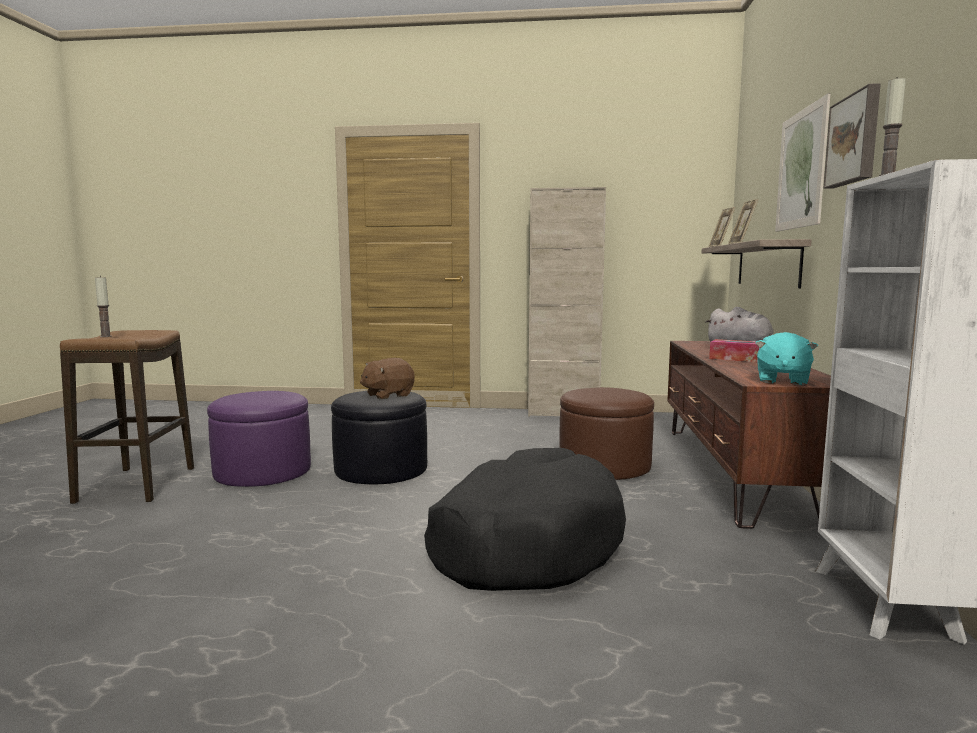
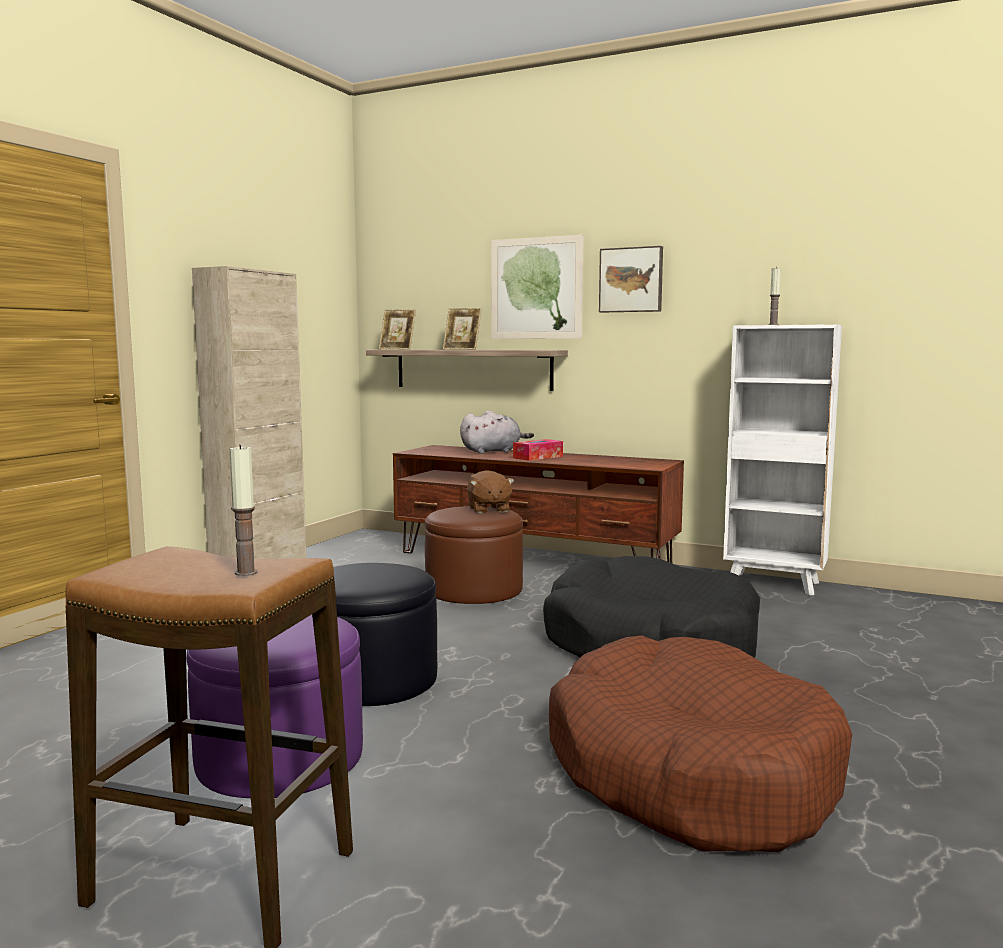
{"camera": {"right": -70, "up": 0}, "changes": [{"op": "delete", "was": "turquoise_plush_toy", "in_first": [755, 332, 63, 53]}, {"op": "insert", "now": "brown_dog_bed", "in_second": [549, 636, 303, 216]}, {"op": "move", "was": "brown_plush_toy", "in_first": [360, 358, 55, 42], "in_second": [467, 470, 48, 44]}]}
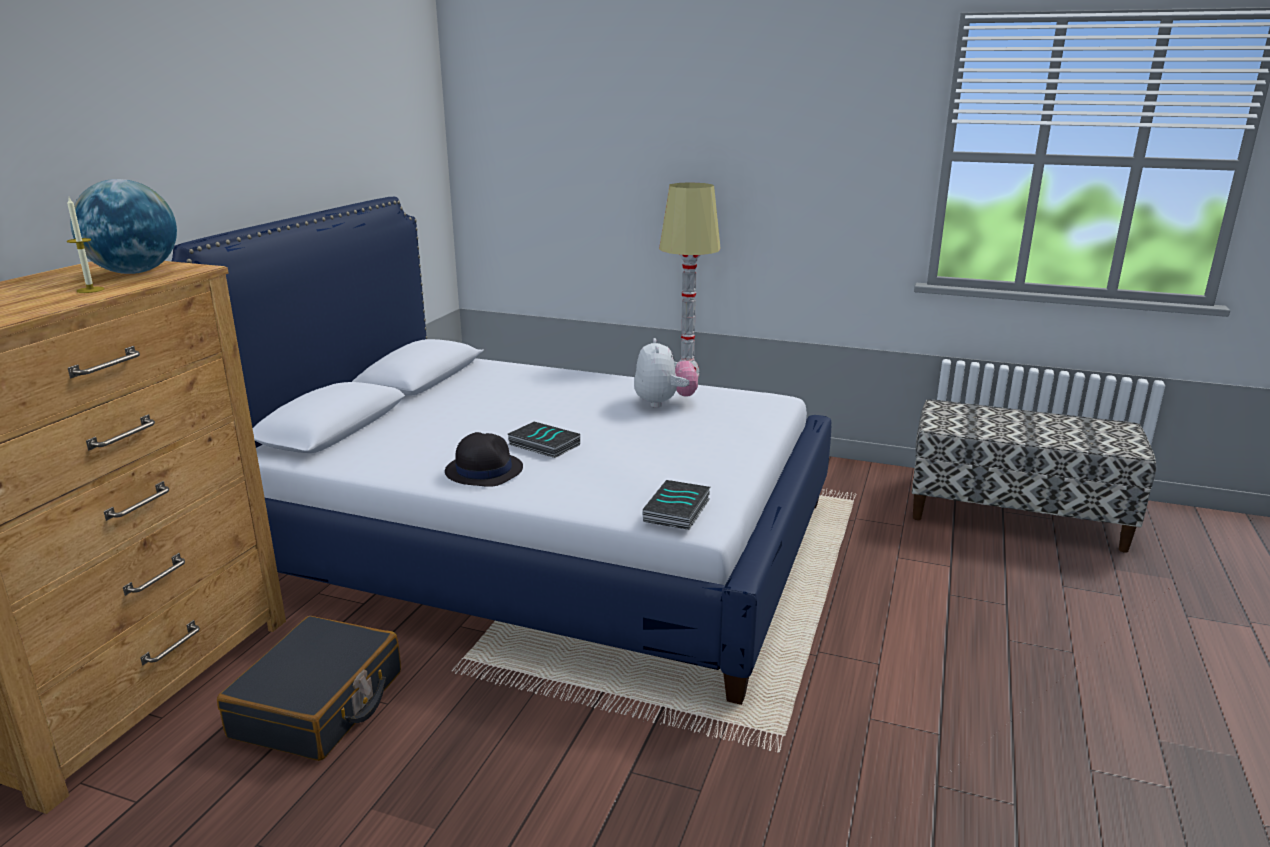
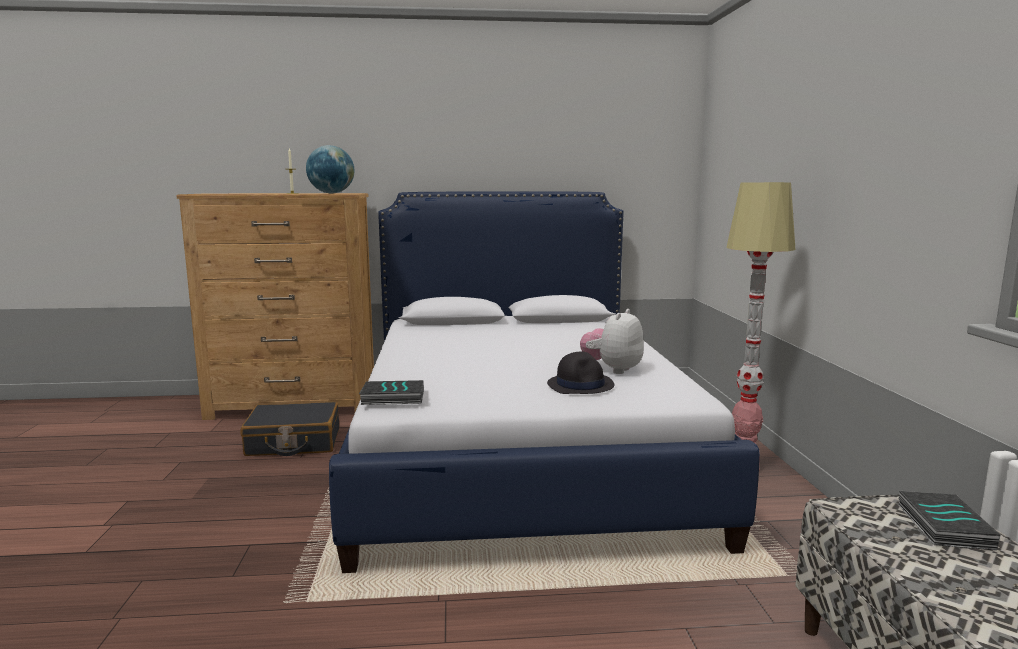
{"camera": {"right": 65, "up": -10}, "changes": [{"op": "move", "was": "black_hat", "in_first": [445, 432, 78, 55], "in_second": [547, 352, 67, 42]}, {"op": "move", "was": "book", "in_first": [508, 421, 72, 37], "in_second": [898, 491, 102, 59]}, {"op": "rotate", "was": "plush_toy", "in_first": [634, 338, 64, 70], "in_second": [580, 309, 64, 65], "clockwise": 150}]}
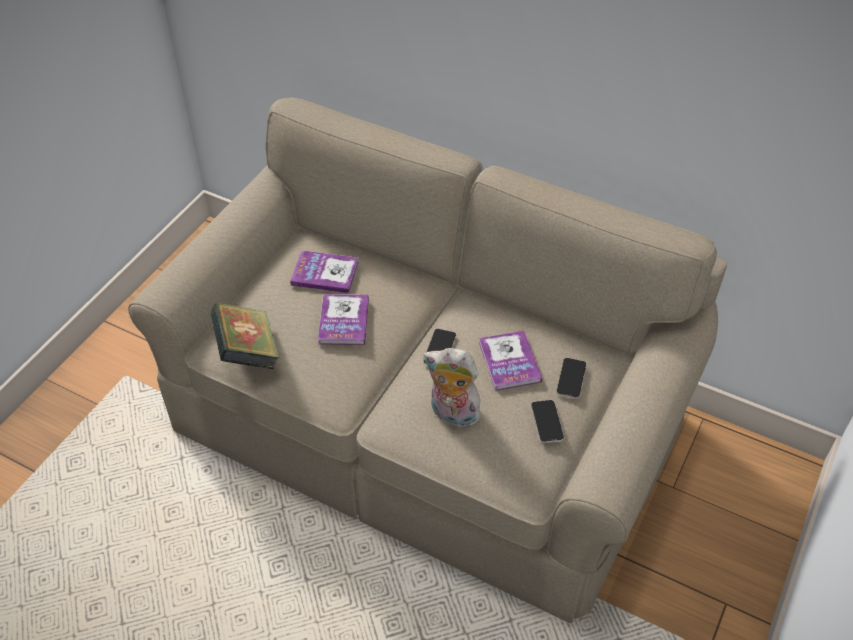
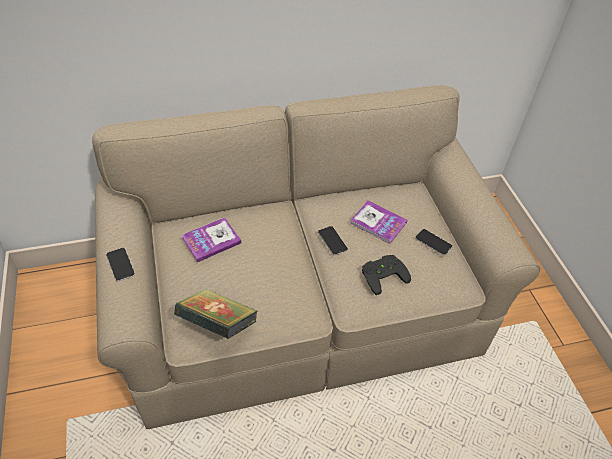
{"camera": {"right": -45, "up": 0}, "changes": [{"op": "delete", "was": "book", "in_first": [318, 294, 51, 51]}, {"op": "move", "was": "phone", "in_first": [556, 358, 31, 41], "in_second": [106, 248, 29, 34]}, {"op": "replace", "was": "plush_toy", "now": "black_game_controller", "in_first": [424, 348, 59, 80], "in_second": [362, 255, 49, 40]}]}
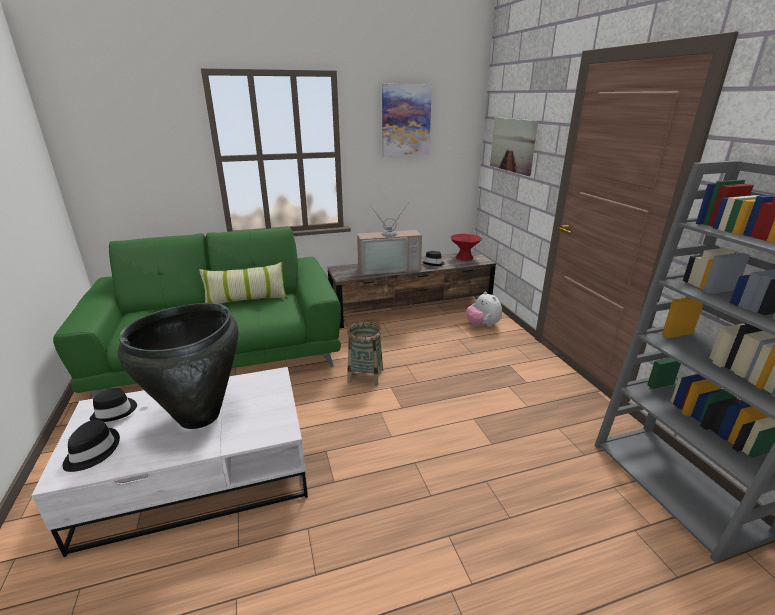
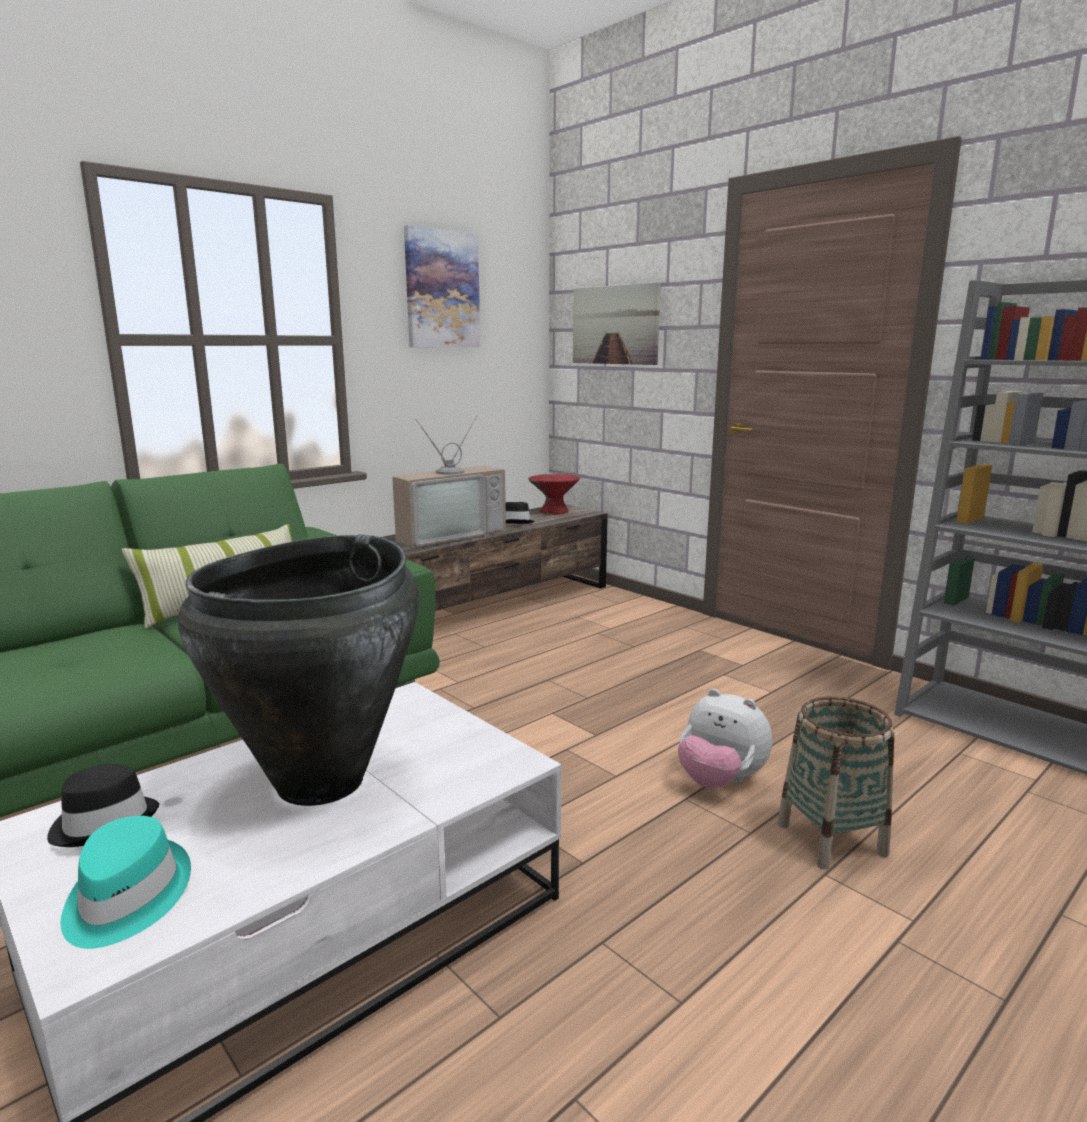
{"camera": {"right": -25, "up": -10}, "changes": [{"op": "move", "was": "basket", "in_first": [347, 321, 36, 65], "in_second": [777, 696, 117, 174]}, {"op": "move", "was": "plush_toy", "in_first": [466, 291, 36, 36], "in_second": [678, 689, 94, 99]}, {"op": "recolor", "was": "black_hat", "now": "turquoise_hat", "in_first": [62, 420, 58, 52], "in_second": [61, 816, 130, 133]}]}
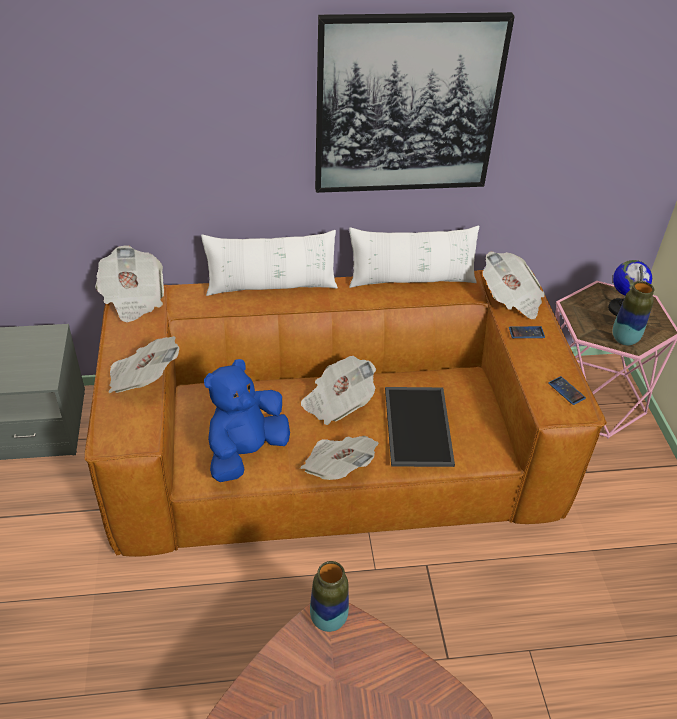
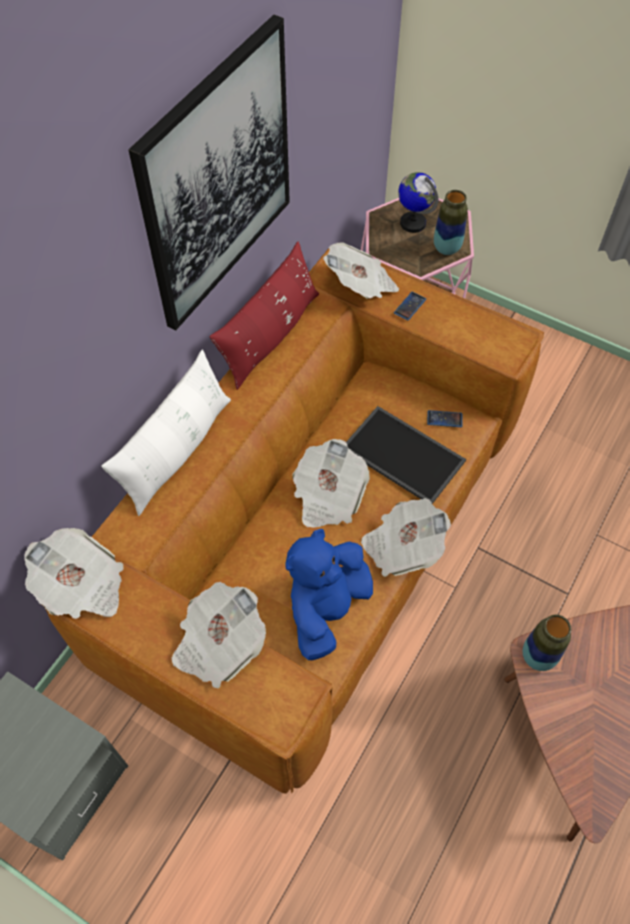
{"camera": {"right": -50, "up": 15}, "changes": [{"op": "move", "was": "phone", "in_first": [548, 376, 38, 29], "in_second": [427, 410, 35, 17]}, {"op": "recolor", "was": "white_pillow", "now": "red_pillow", "in_first": [349, 226, 130, 62], "in_second": [210, 242, 109, 148]}, {"op": "rotate", "was": "blue_plush_toy", "in_first": [204, 359, 86, 123], "in_second": [285, 529, 88, 131], "clockwise": 45}]}
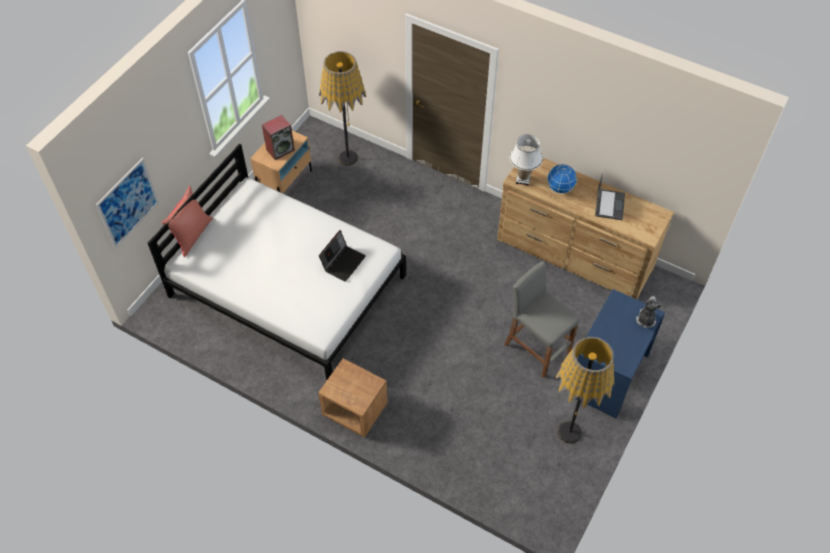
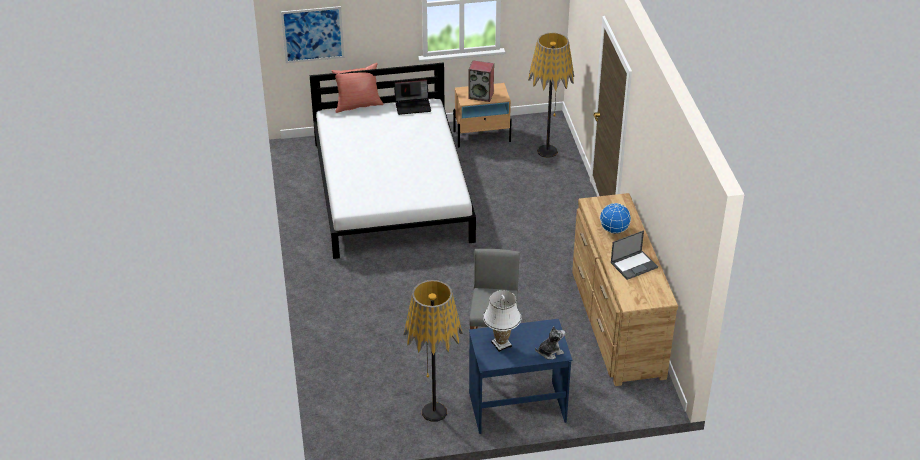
{"camera": {"right": 50, "up": -15}, "changes": [{"op": "delete", "was": "brown_nightstand", "in_first": [318, 358, 70, 80]}, {"op": "move", "was": "laptop", "in_first": [319, 230, 47, 52], "in_second": [394, 79, 37, 36]}, {"op": "move", "was": "white_table_lamp", "in_first": [510, 134, 33, 52], "in_second": [483, 290, 38, 62]}]}
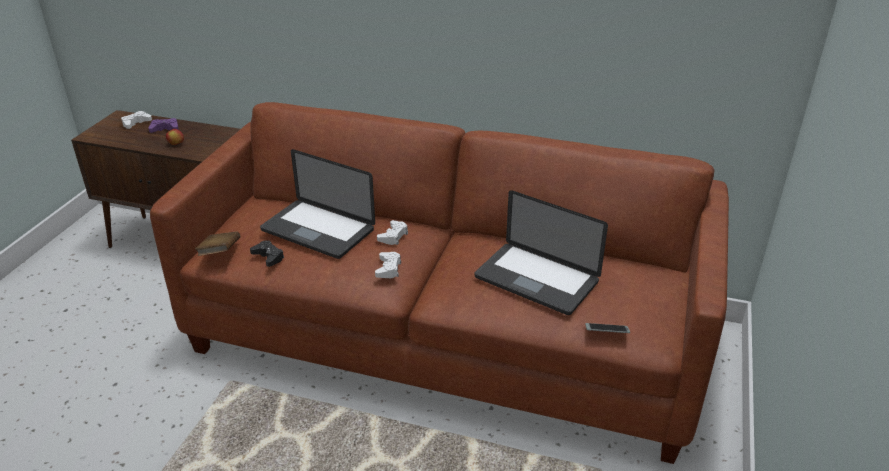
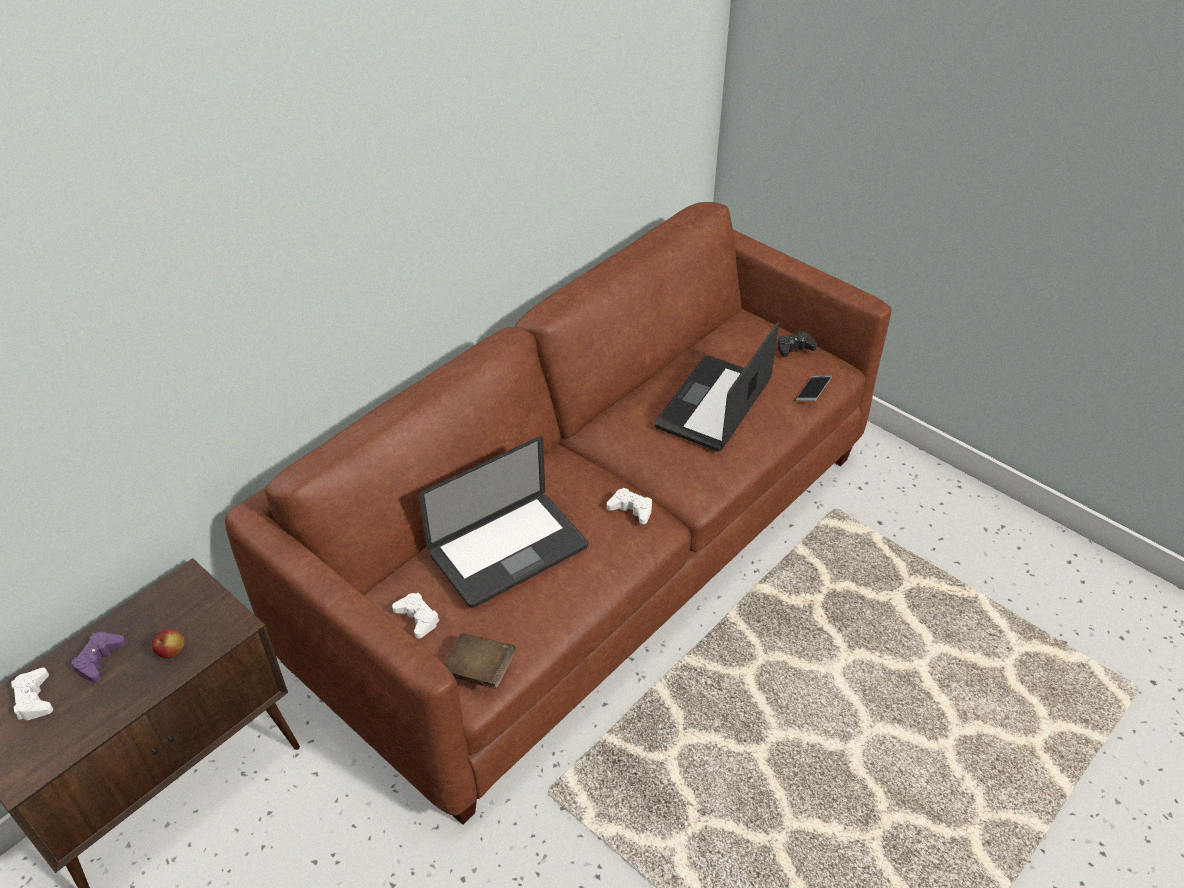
{"camera": {"right": -65, "up": 10}, "changes": [{"op": "move", "was": "black_game_controller", "in_first": [250, 240, 34, 27], "in_second": [778, 331, 39, 26]}, {"op": "move", "was": "white_game_controller", "in_first": [377, 220, 31, 25], "in_second": [392, 593, 48, 46]}, {"op": "rotate", "was": "laptop", "in_first": [475, 190, 133, 125], "in_second": [654, 321, 125, 131], "clockwise": 150}]}
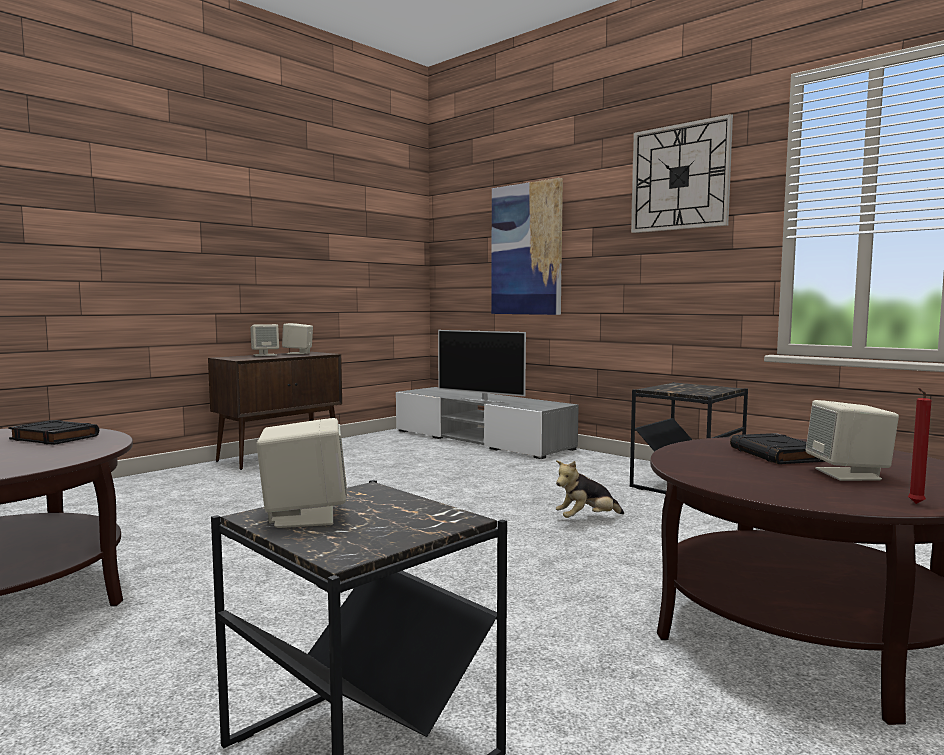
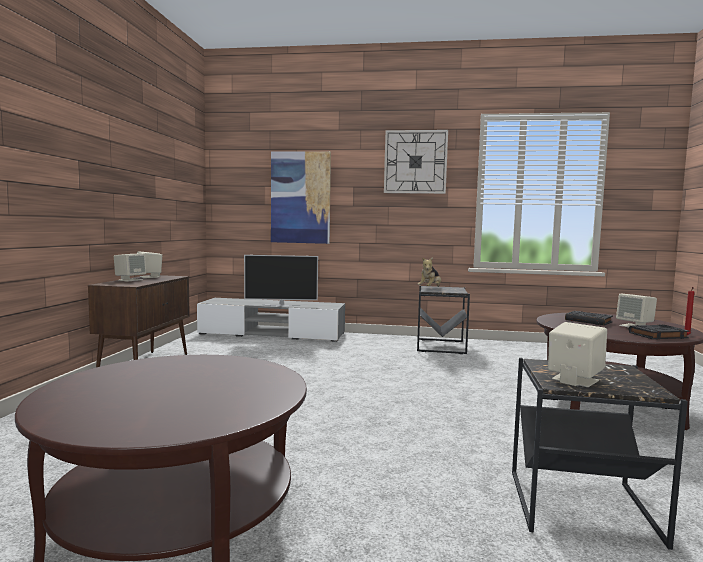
{"camera": {"right": -35, "up": 0}, "changes": [{"op": "move", "was": "black_book", "in_first": [8, 420, 91, 25], "in_second": [629, 325, 60, 15]}, {"op": "move", "was": "plush_toy", "in_first": [556, 460, 68, 58], "in_second": [418, 257, 23, 30]}]}
